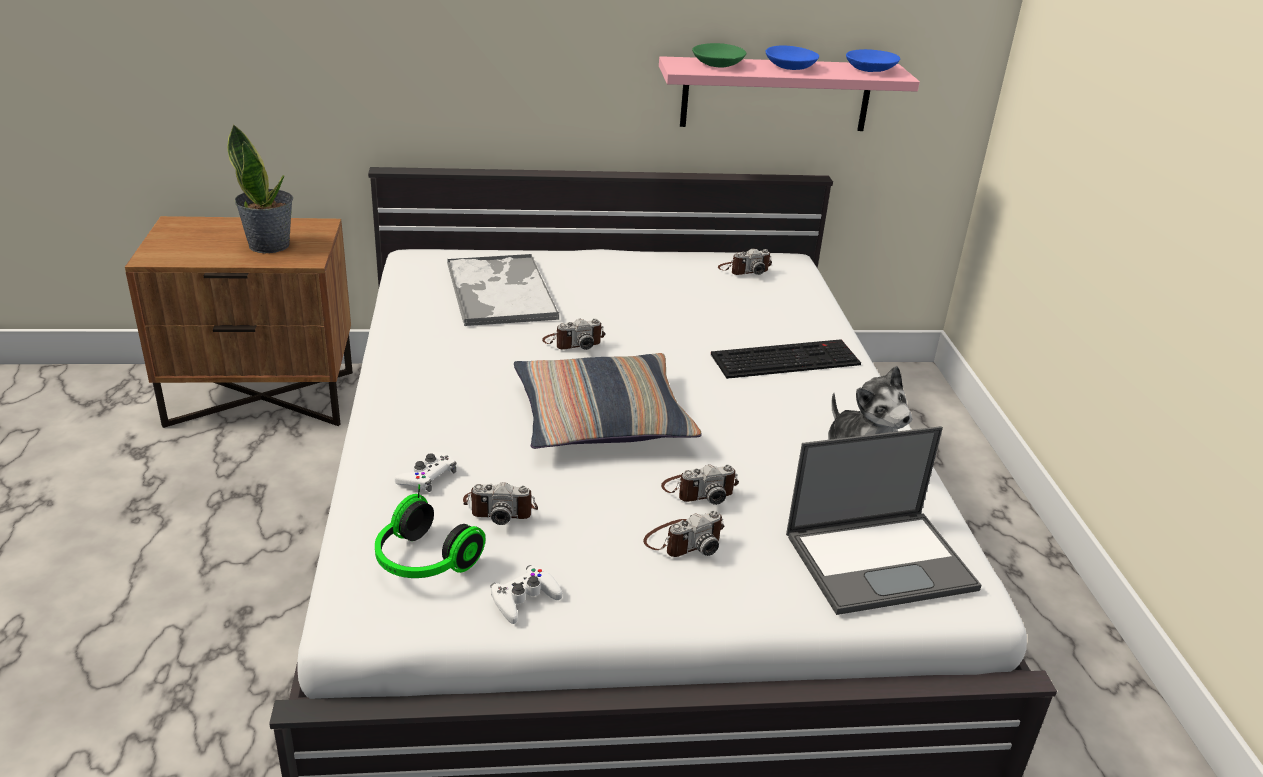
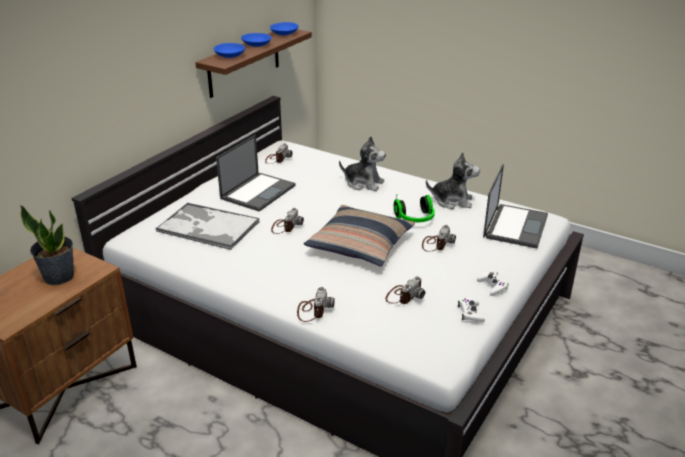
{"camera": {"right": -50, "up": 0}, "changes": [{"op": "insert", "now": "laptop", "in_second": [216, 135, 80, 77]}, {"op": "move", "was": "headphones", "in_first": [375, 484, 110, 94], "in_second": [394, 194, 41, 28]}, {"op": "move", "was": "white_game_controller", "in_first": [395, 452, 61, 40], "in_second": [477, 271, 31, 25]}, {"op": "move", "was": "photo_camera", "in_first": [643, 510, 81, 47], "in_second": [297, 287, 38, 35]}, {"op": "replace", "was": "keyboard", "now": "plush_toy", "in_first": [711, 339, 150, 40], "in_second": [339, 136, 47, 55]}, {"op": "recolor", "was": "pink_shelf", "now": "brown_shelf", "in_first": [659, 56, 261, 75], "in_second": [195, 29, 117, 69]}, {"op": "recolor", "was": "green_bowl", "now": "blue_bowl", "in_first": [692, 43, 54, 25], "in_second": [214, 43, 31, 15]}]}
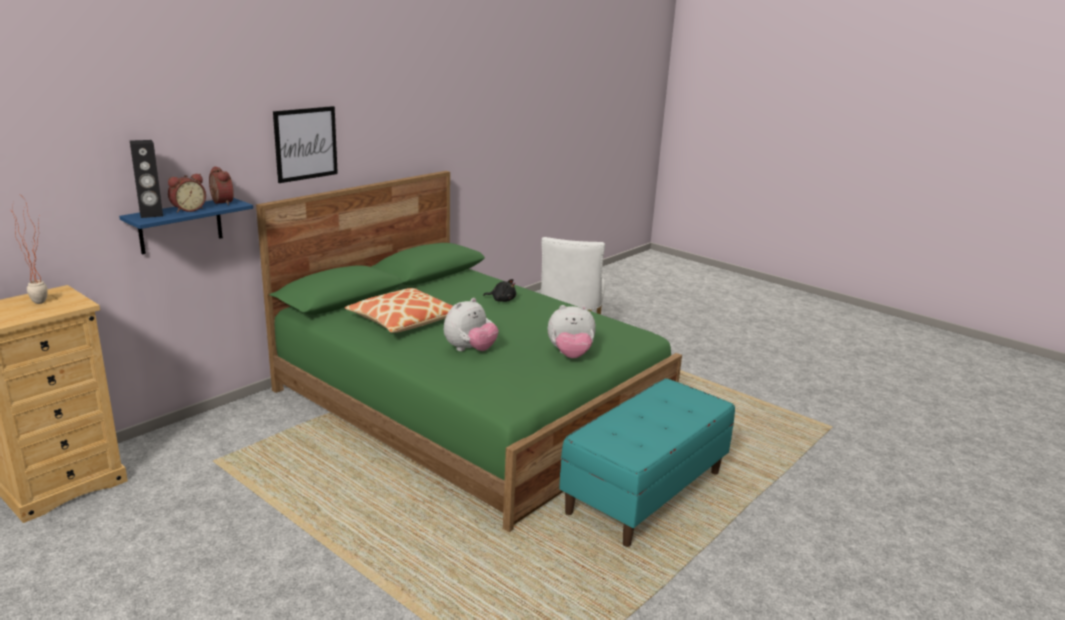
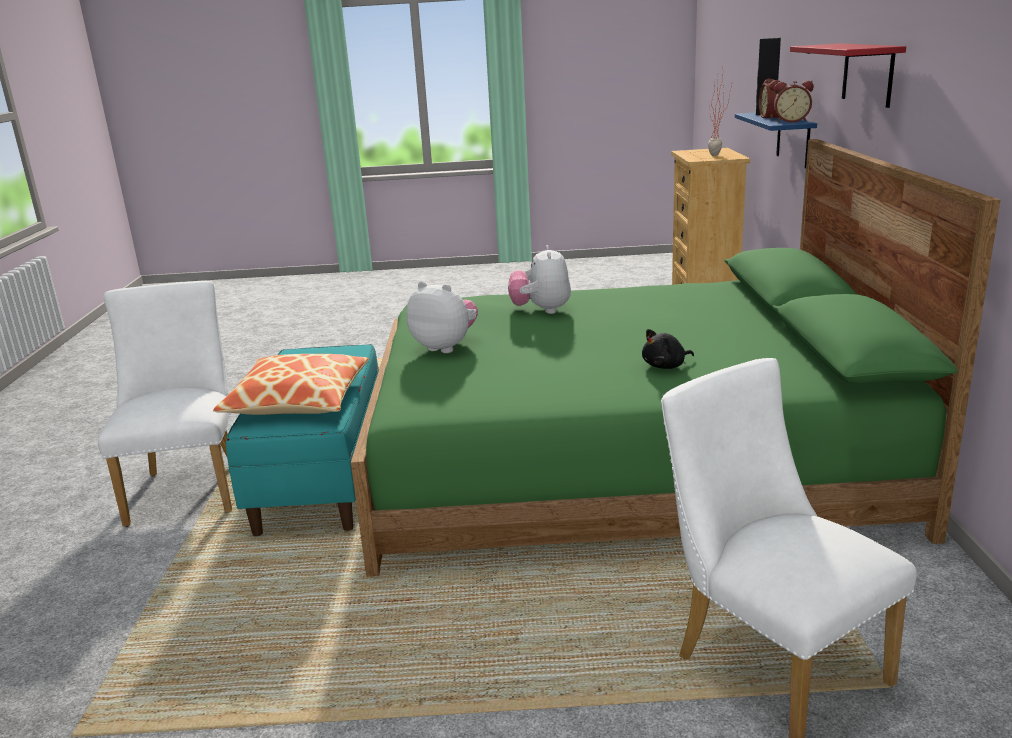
{"camera": {"right": 140, "up": 0}, "changes": [{"op": "insert", "now": "white_chair", "in_second": [98, 281, 134, 246]}, {"op": "move", "was": "pillow", "in_first": [345, 288, 108, 45], "in_second": [213, 354, 156, 61]}, {"op": "replace", "was": "picture", "now": "red_shelf", "in_first": [273, 106, 65, 77], "in_second": [790, 43, 116, 65]}, {"op": "rotate", "was": "plush_toy", "in_first": [548, 305, 48, 53], "in_second": [406, 281, 72, 72], "clockwise": 75}]}
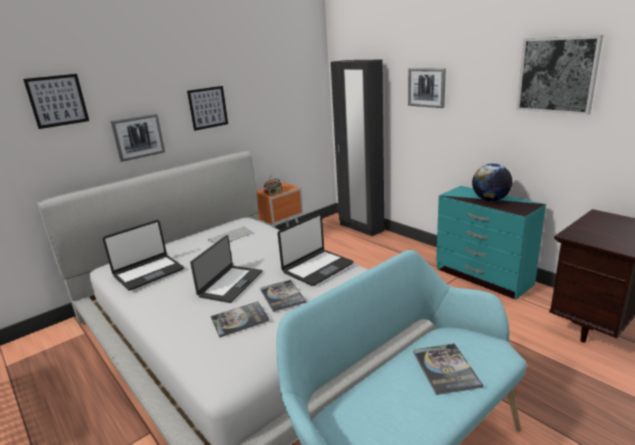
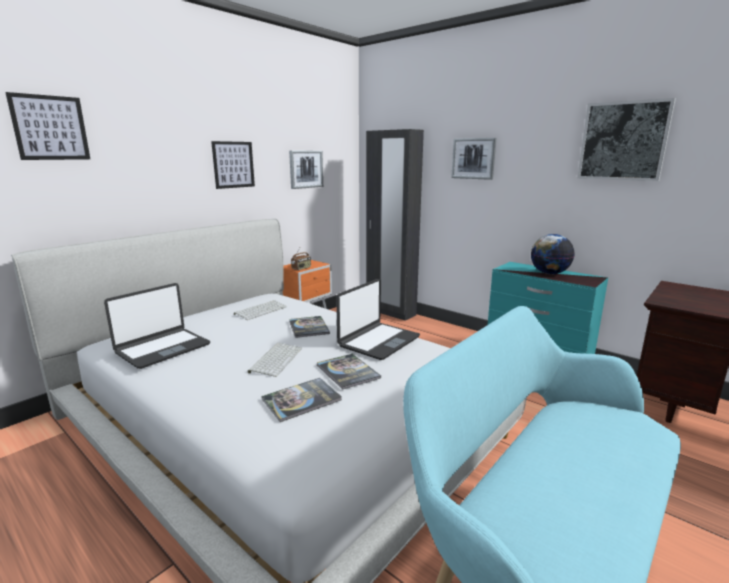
{"camera": {"right": -10, "up": -5}, "changes": [{"op": "move", "was": "picture", "in_first": [111, 114, 54, 48], "in_second": [289, 151, 34, 38]}, {"op": "move", "was": "book", "in_first": [413, 344, 70, 51], "in_second": [289, 316, 41, 22]}, {"op": "replace", "was": "laptop", "now": "keyboard", "in_first": [190, 235, 72, 68], "in_second": [247, 343, 55, 34]}]}
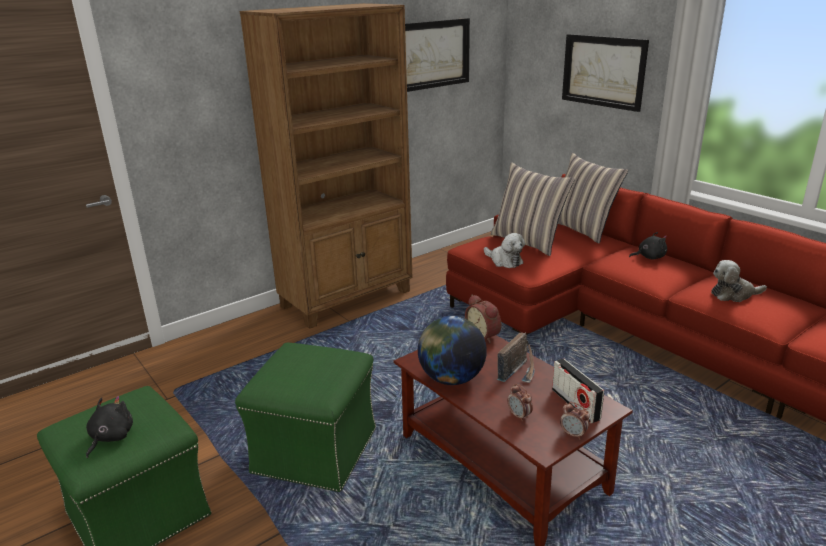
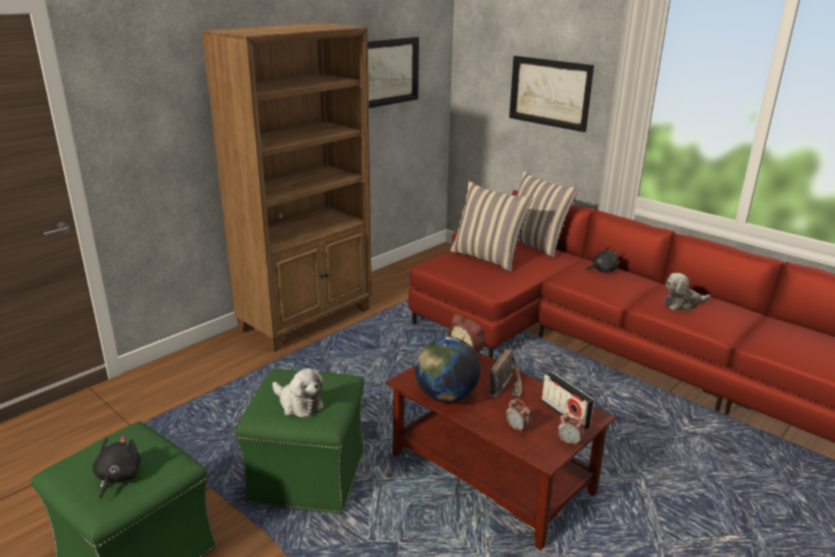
{"camera": {"right": -10, "up": 0}, "changes": [{"op": "move", "was": "plush_toy", "in_first": [484, 233, 41, 35], "in_second": [272, 368, 52, 49]}]}
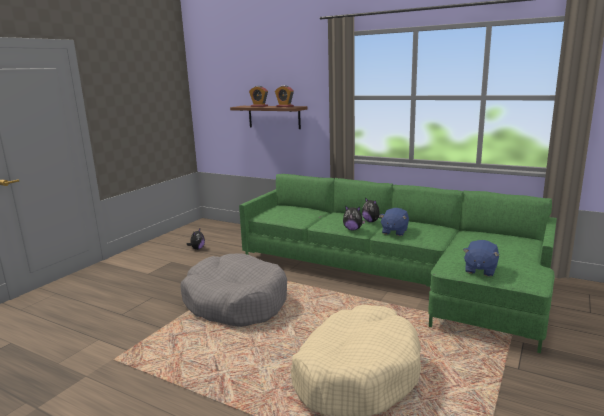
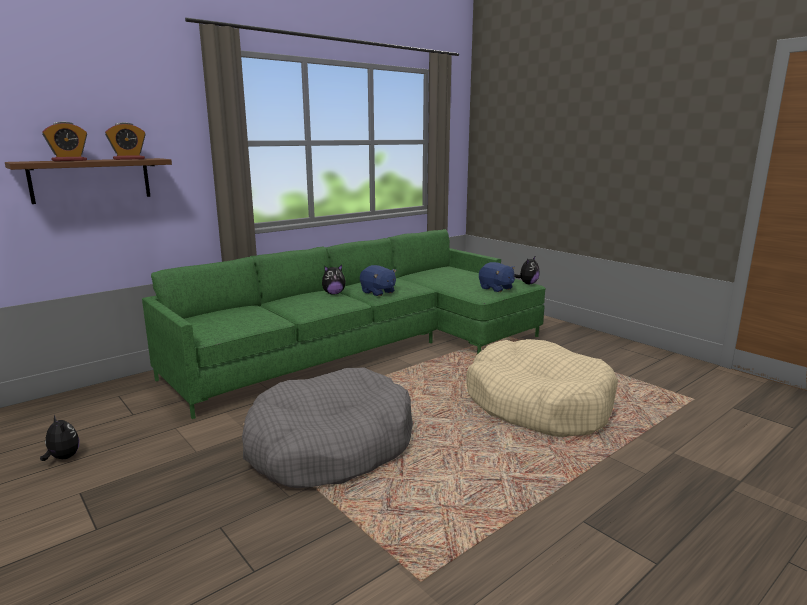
{"camera": {"right": -70, "up": 0}, "changes": [{"op": "move", "was": "plush_toy", "in_first": [343, 206, 22, 24], "in_second": [514, 257, 26, 27]}]}
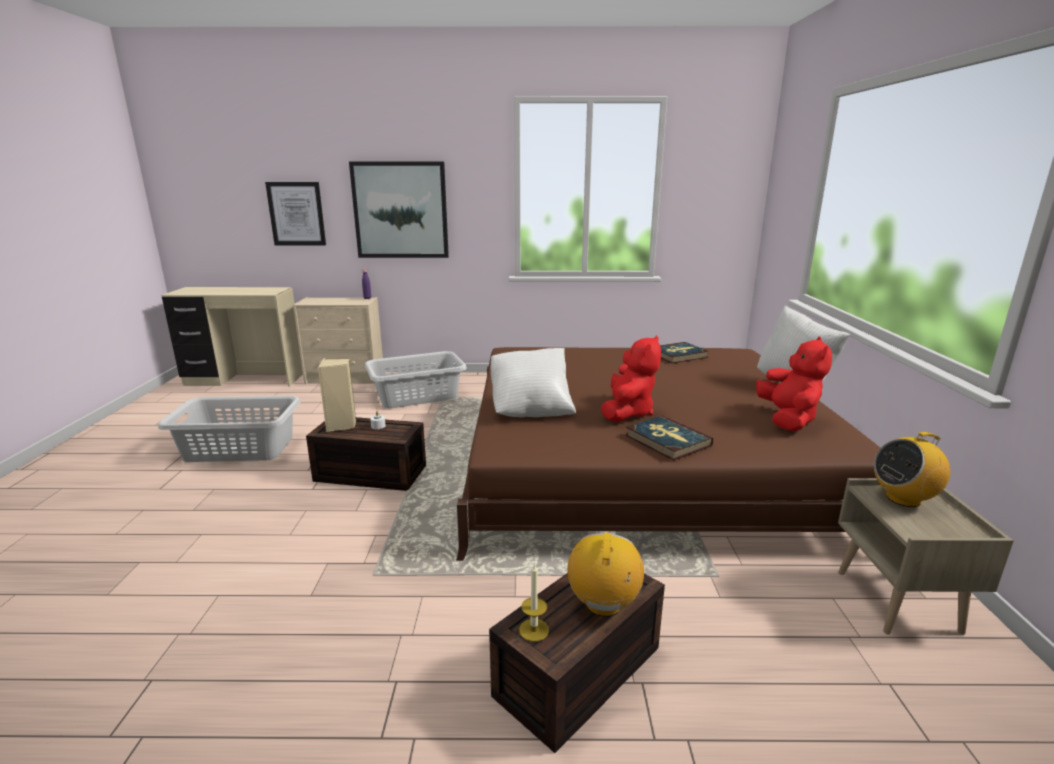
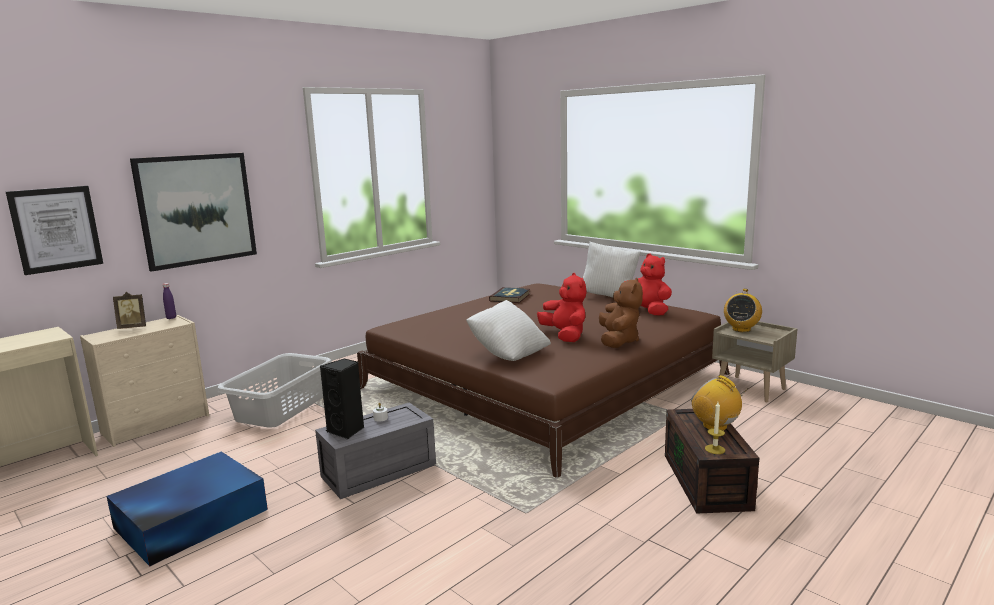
{"camera": {"right": -45, "up": -5}, "changes": [{"op": "insert", "now": "picture_frame", "in_second": [113, 292, 33, 37]}, {"op": "replace", "was": "grey_laundry_basket", "now": "blue_storage_box", "in_first": [158, 396, 143, 66], "in_second": [107, 452, 161, 114]}, {"op": "replace", "was": "book", "now": "brown_plush_toy", "in_first": [625, 415, 88, 46], "in_second": [599, 277, 44, 71]}, {"op": "recolor", "was": "brown_storage_box", "now": "grey_storage_box", "in_first": [306, 417, 120, 74], "in_second": [315, 403, 121, 96]}, {"op": "recolor", "was": "beige_speaker", "now": "black_speaker", "in_first": [318, 358, 38, 74], "in_second": [320, 358, 44, 81]}]}
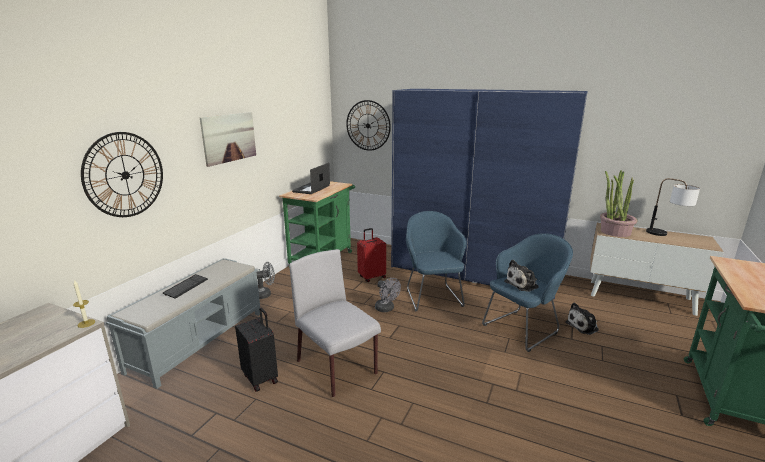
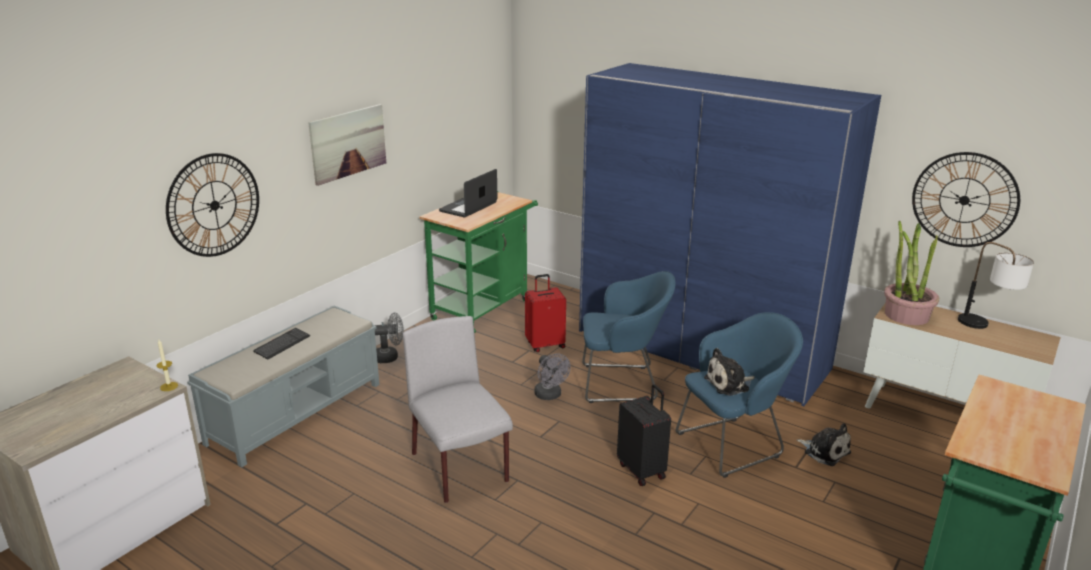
{"camera": {"right": 10, "up": 5}, "changes": [{"op": "move", "was": "black_suitcase", "in_first": [235, 307, 43, 85], "in_second": [617, 384, 54, 102]}, {"op": "move", "was": "wall_clock", "in_first": [346, 100, 45, 51], "in_second": [912, 152, 108, 95]}, {"op": "rotate", "was": "blue_armchair", "in_first": [406, 211, 61, 100], "in_second": [582, 271, 94, 132], "clockwise": 90}, {"op": "rotate", "was": "plush_toy", "in_first": [565, 303, 34, 32], "in_second": [796, 423, 55, 43], "clockwise": -120}]}
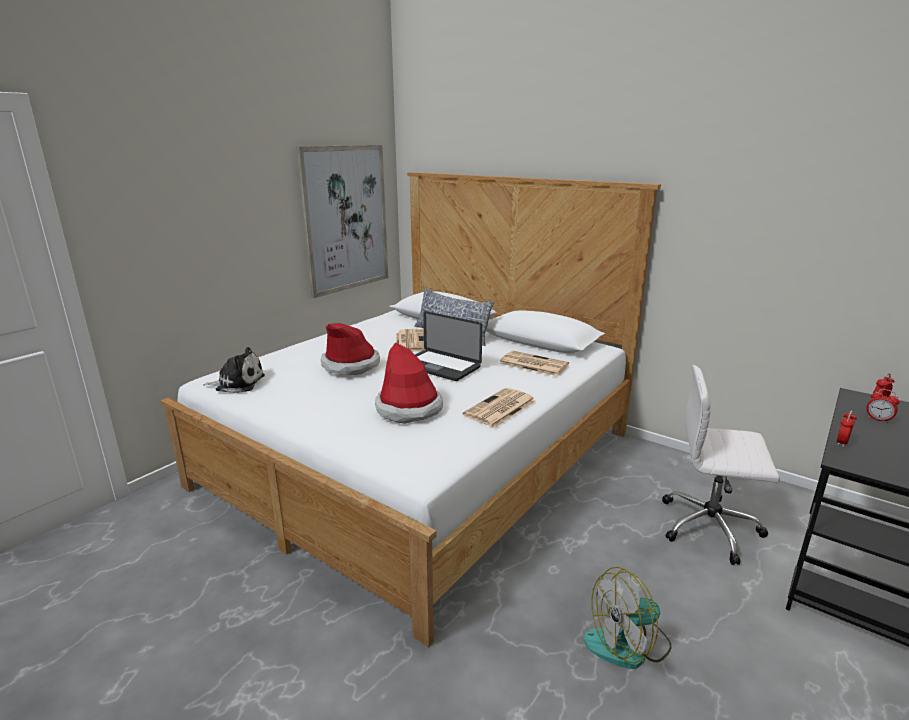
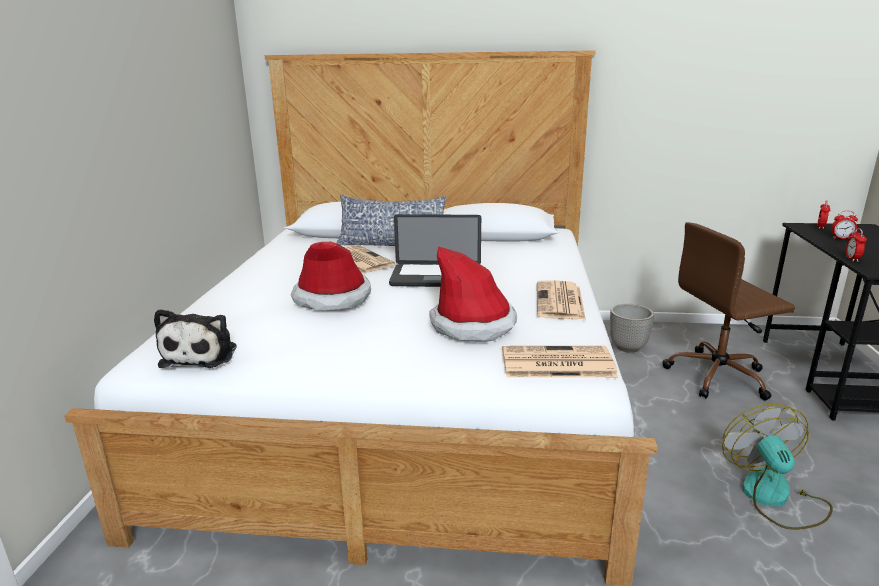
{"camera": {"right": -30, "up": 0}, "changes": [{"op": "delete", "was": "picture", "in_first": [297, 145, 91, 153]}, {"op": "insert", "now": "planter", "in_second": [610, 304, 44, 49]}, {"op": "move", "was": "newspaper", "in_first": [499, 351, 70, 25], "in_second": [502, 346, 116, 31]}, {"op": "recolor", "was": "white_office_chair", "now": "brown_office_chair", "in_first": [662, 365, 118, 200], "in_second": [662, 222, 133, 179]}, {"op": "rotate", "was": "plush_toy", "in_first": [203, 347, 62, 46], "in_second": [154, 309, 83, 59], "clockwise": 120}, {"op": "rotate", "was": "fan", "in_first": [584, 567, 88, 102], "in_second": [722, 404, 111, 126], "clockwise": 135}]}
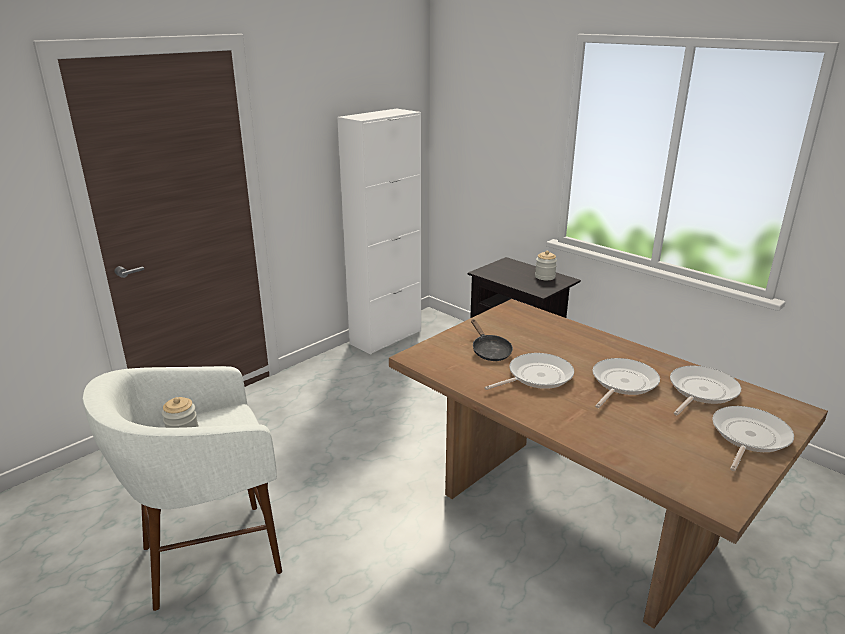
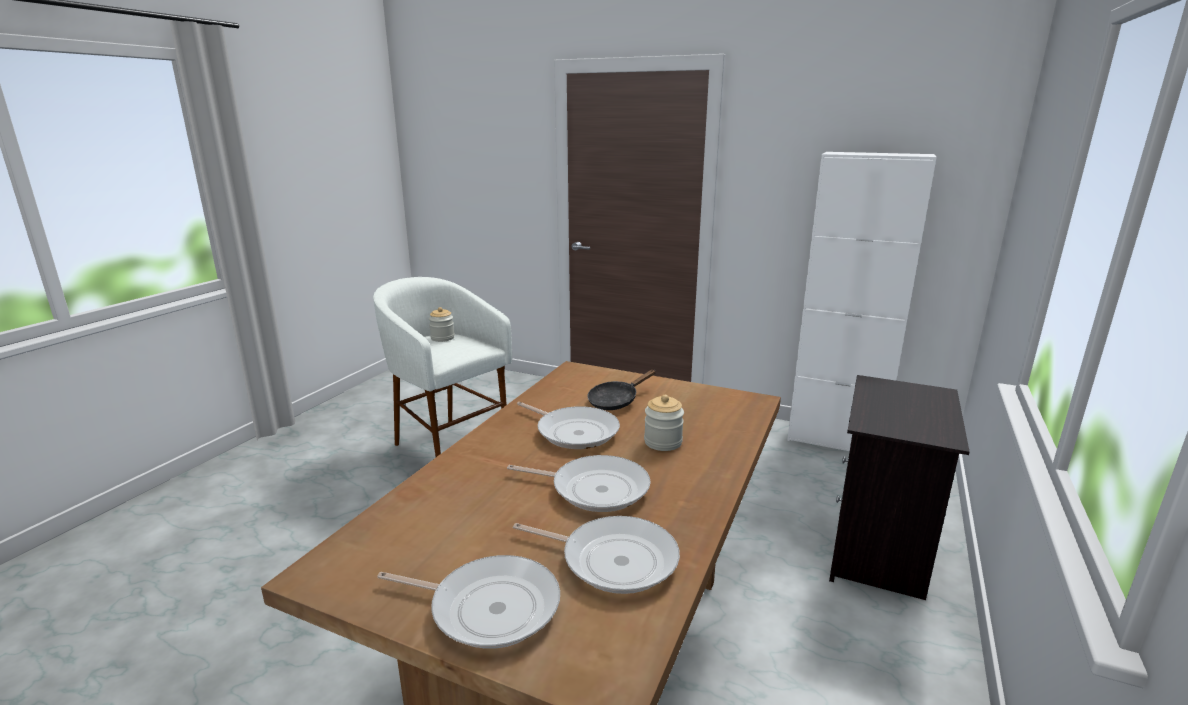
{"camera": {"right": 70, "up": -5}, "changes": [{"op": "move", "was": "jar", "in_first": [535, 251, 22, 29], "in_second": [644, 395, 40, 56]}]}
